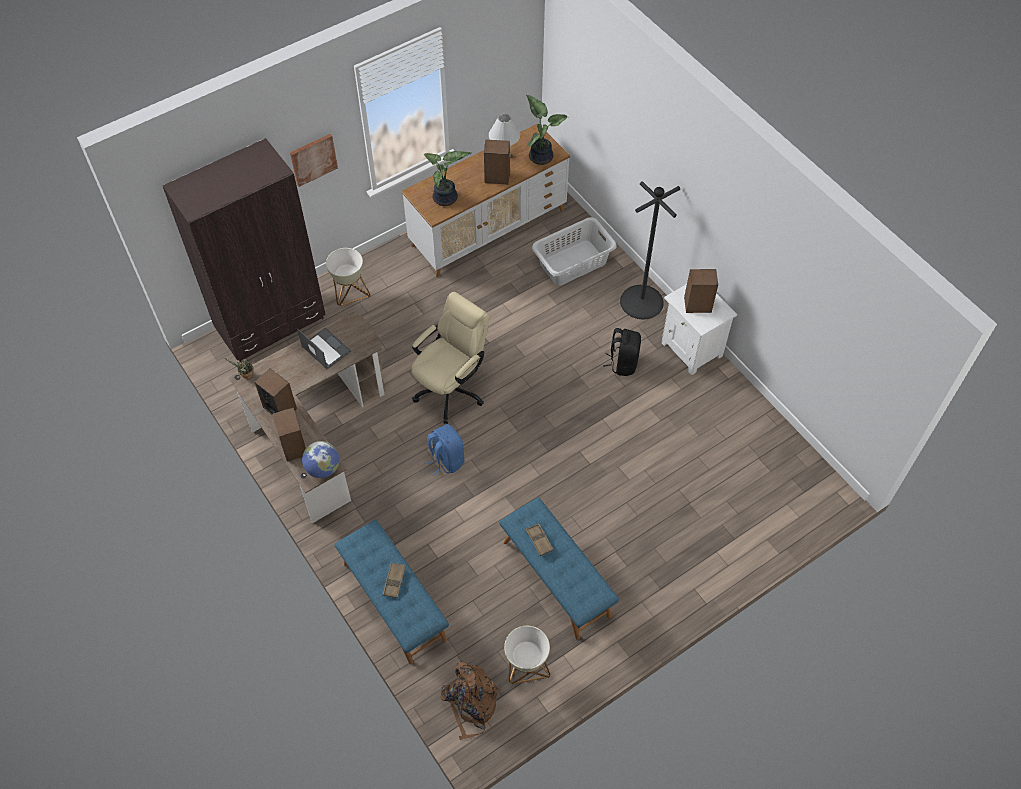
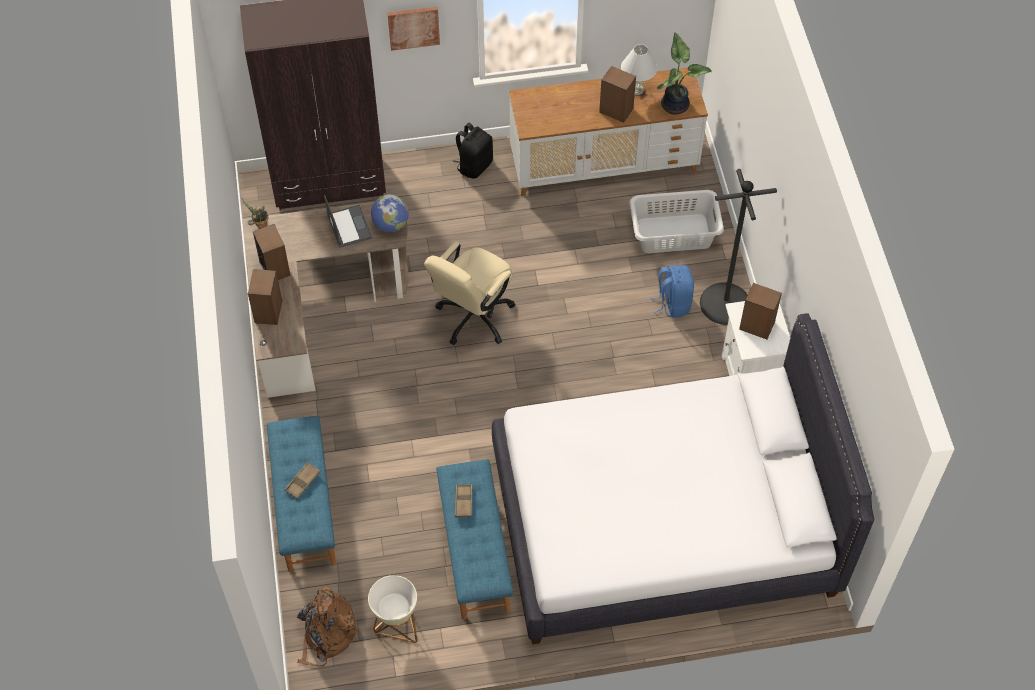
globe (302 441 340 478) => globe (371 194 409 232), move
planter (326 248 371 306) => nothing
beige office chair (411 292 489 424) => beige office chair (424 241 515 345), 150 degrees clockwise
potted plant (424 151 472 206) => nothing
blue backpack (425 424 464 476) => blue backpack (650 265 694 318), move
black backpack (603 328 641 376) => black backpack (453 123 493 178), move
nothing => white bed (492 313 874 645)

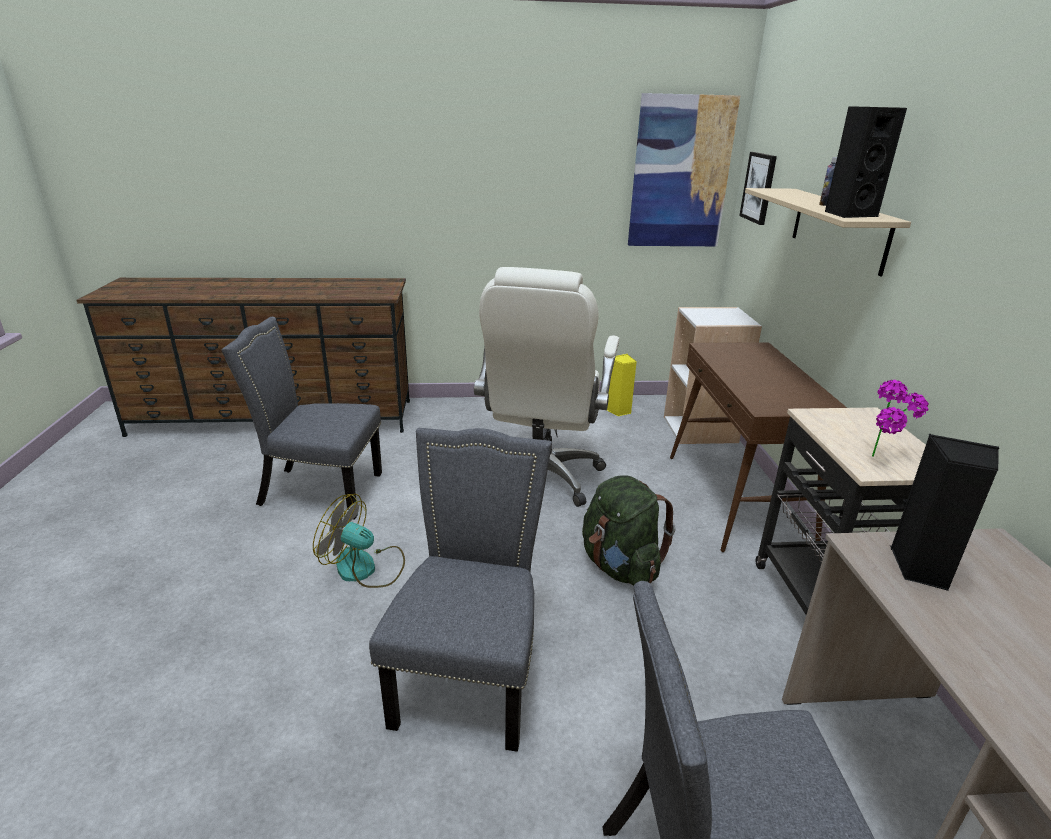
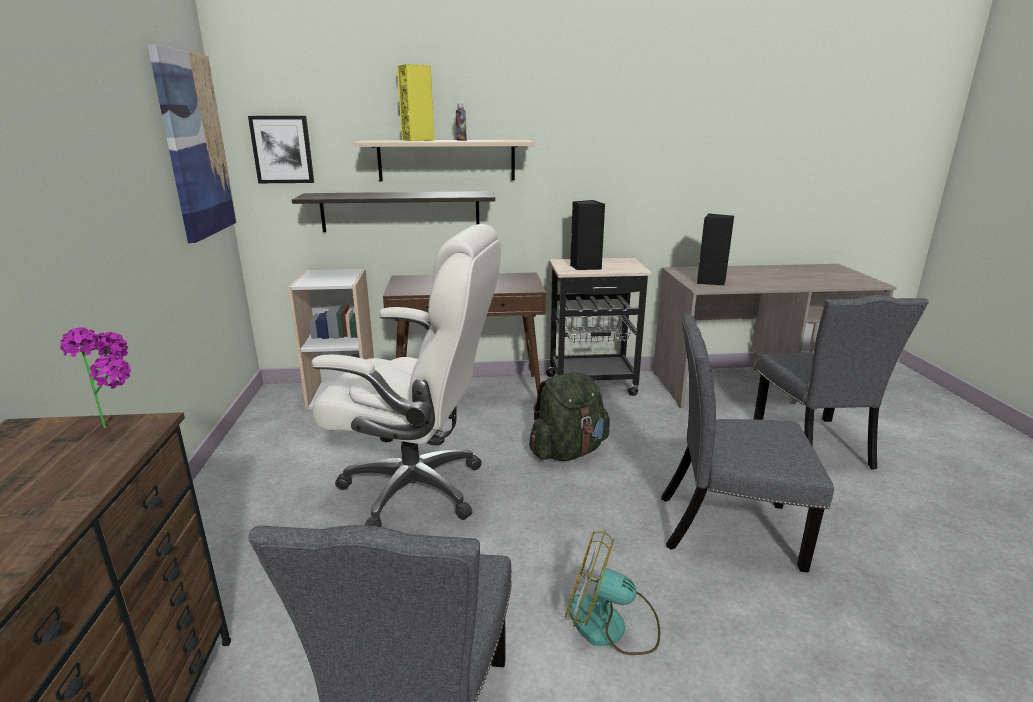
fan (313 494 405 588) => fan (565 530 660 655), 90 degrees clockwise
yellow speaker (607 353 637 417) => yellow speaker (397 64 435 141), move
black speaker (825 106 907 218) => black speaker (570 200 605 270), move
potted plant (872 380 929 457) => potted plant (60 327 131 428), move
nothing => shelf (292 191 495 232)

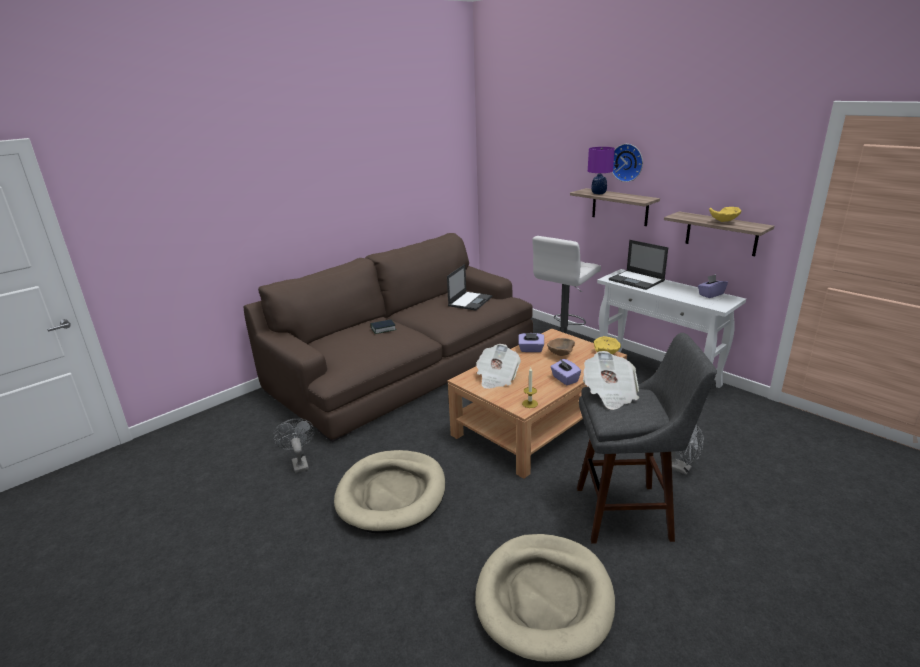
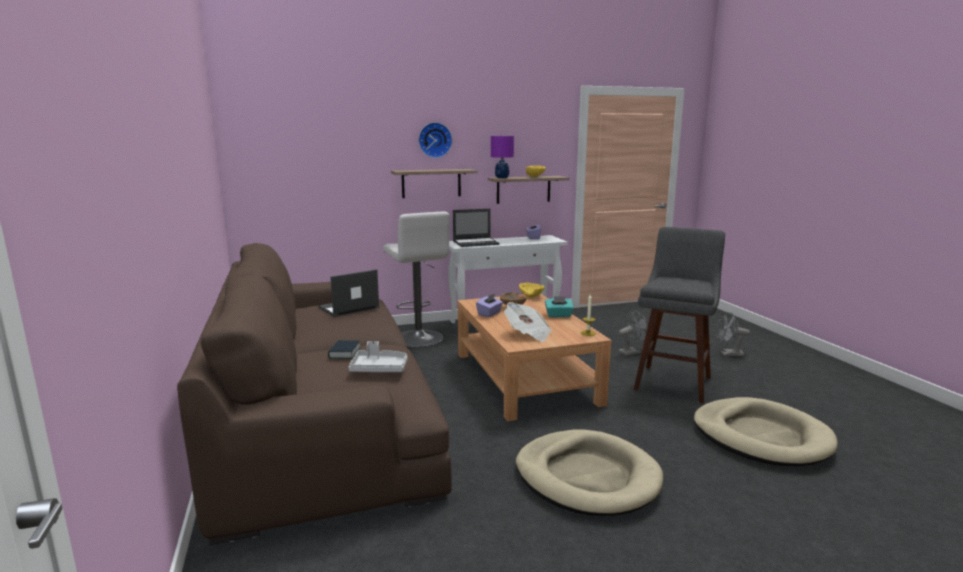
grey fan (273 418 314 473) => grey fan (716 312 750 356), move
laptop (447 264 492 311) => laptop (318 269 380 317), 90 degrees counterclockwise
purple tissue box (551 359 581 385) => turquoise tissue box (545 296 574 317)
newspaper (583 351 639 410) => nothing
purple table lamp (588 147 615 194) => purple table lamp (491 135 514 178), move
nothing => grey tray (349 341 407 372)

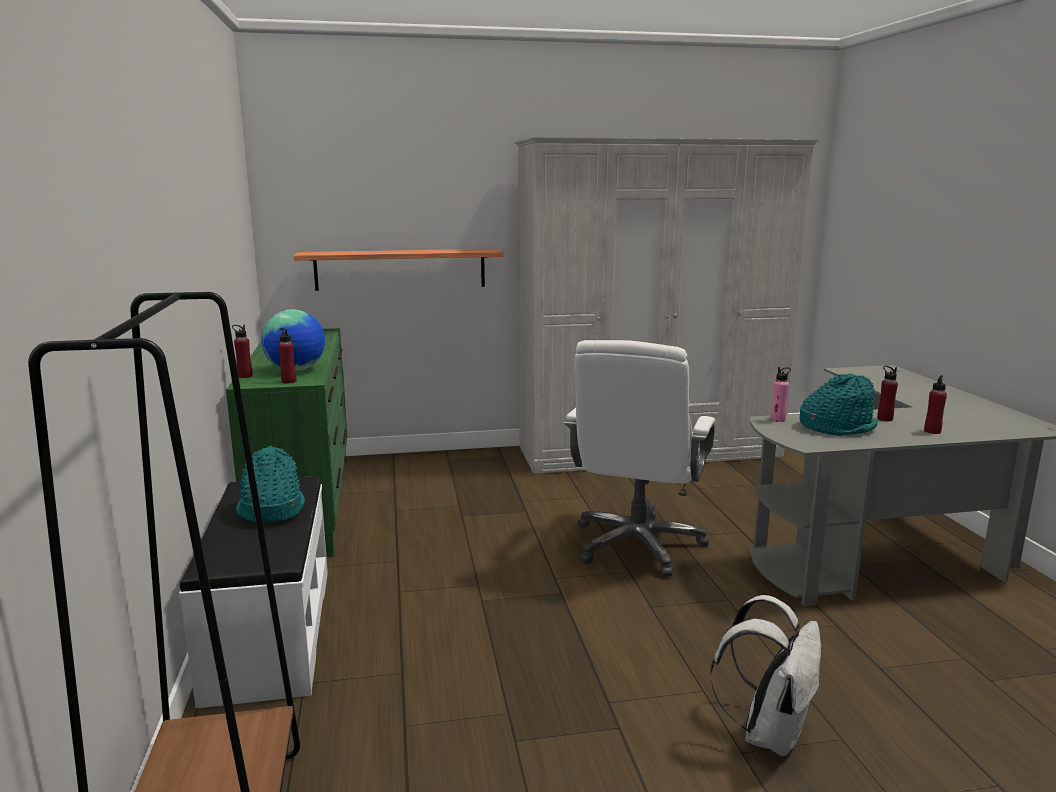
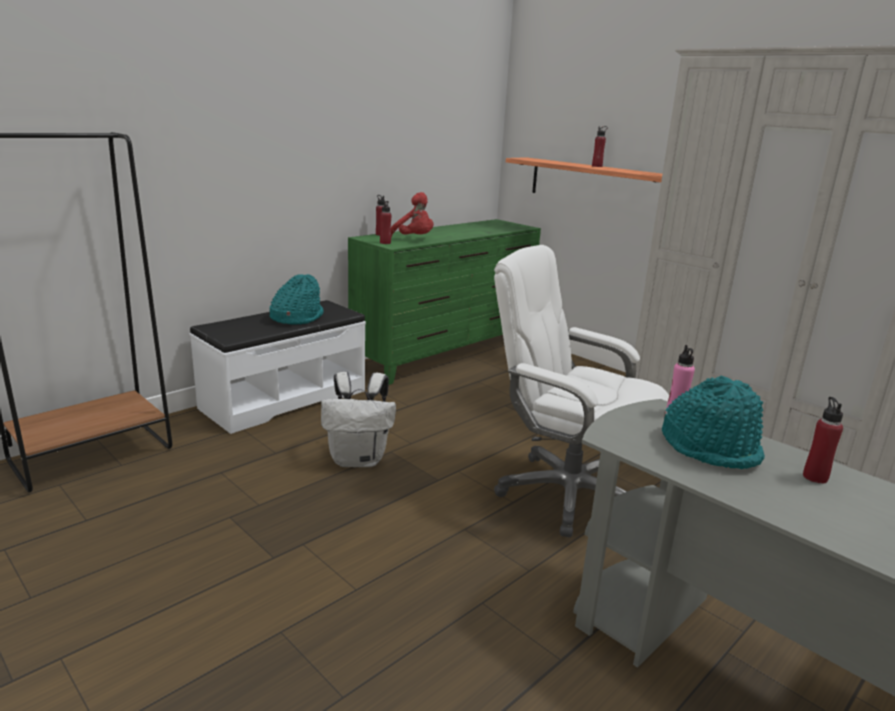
globe (261 309 325 371) => red plush toy (391 192 433 237)
white office chair (564 340 716 577) => white office chair (494 245 669 538), 45 degrees clockwise
white backpack (710 595 821 756) => white backpack (321 372 396 467), move
red bottle (924 375 947 434) => red bottle (592 126 608 167), move

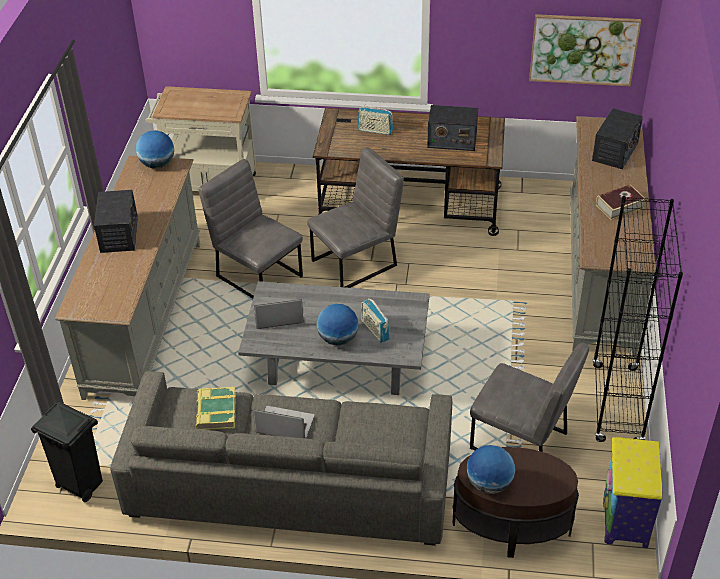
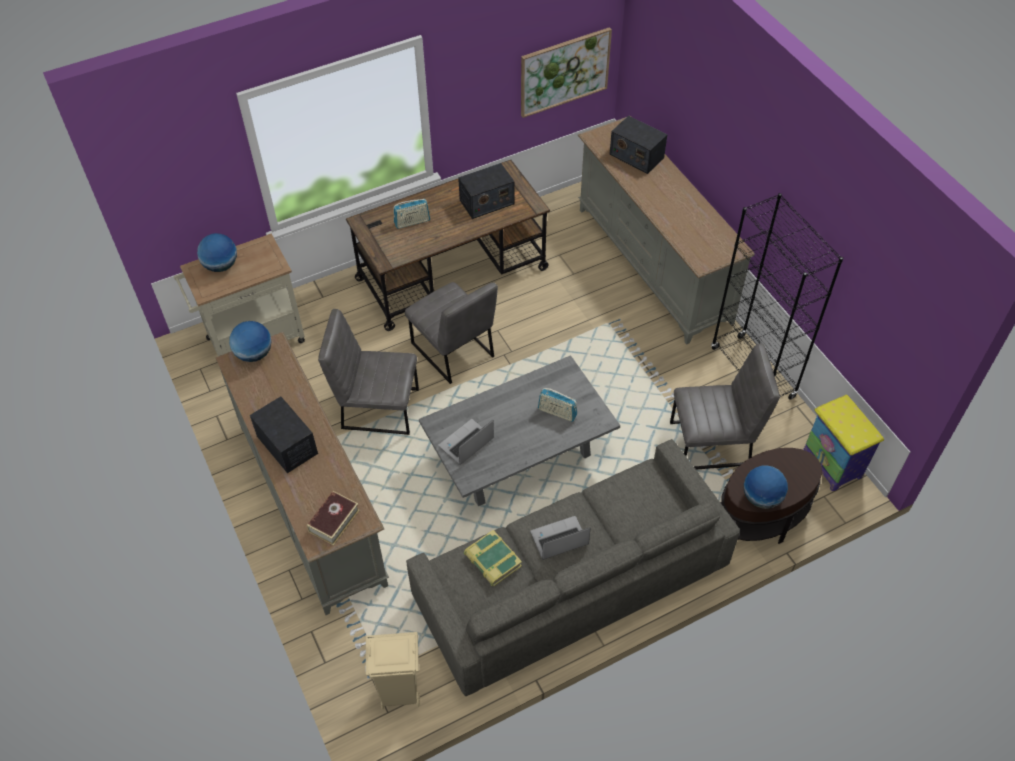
black trash can (31 402 103 502) => beige trash can (366 632 420 709)
grey chair (307 147 404 288) => grey chair (405 282 498 384), 120 degrees clockwise
globe (317 304 359 346) => globe (197 233 237 272), move
radio (592 109 643 169) => radio (609 116 667 174), 135 degrees clockwise
book (596 184 646 220) => book (307 491 360 545), move

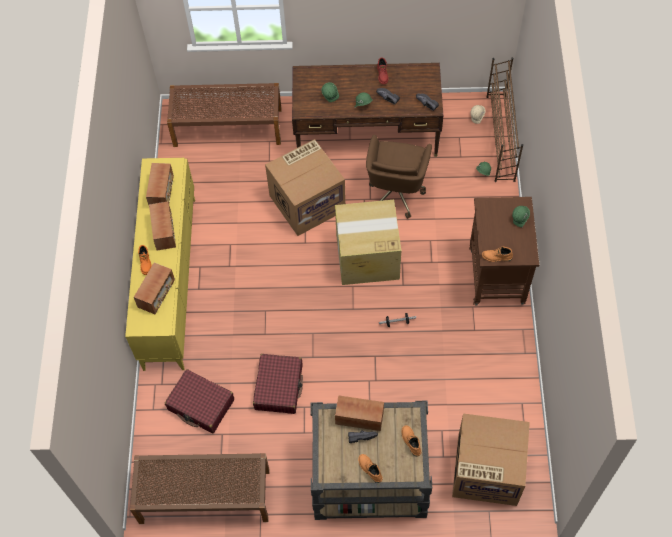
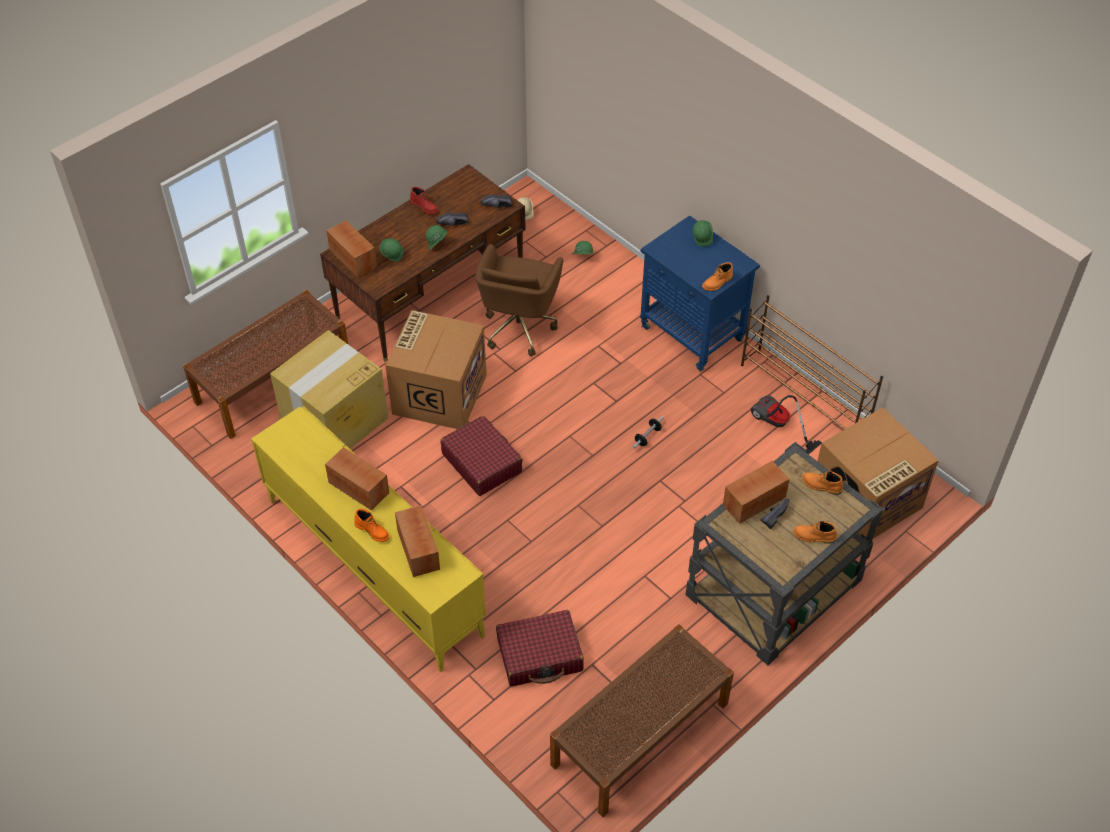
radio (146 163 174 205) => radio (326 220 377 278), move
red suitcase (253 354 303 414) => red suitcase (440 416 523 496), move
cardboard box (335 200 401 285) => cardboard box (270 330 389 449), move
brown office chair (366 135 432 219) => brown office chair (475 244 563 356), 45 degrees clockwise
brown cart (469 197 539 305) => blue cart (640 215 760 372)
brown shoe rack (486 57 523 182) => brown shoe rack (741 295 883 429), move
nothing => vacuum cleaner (751 395 822 455)

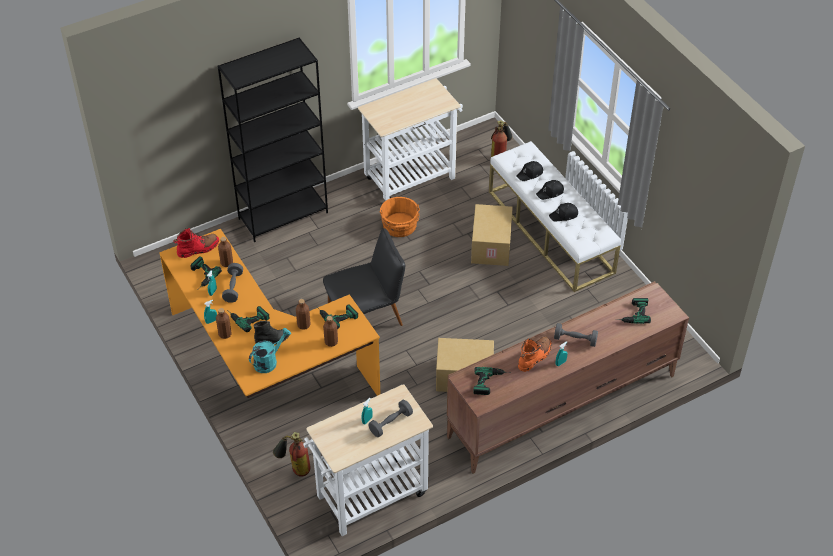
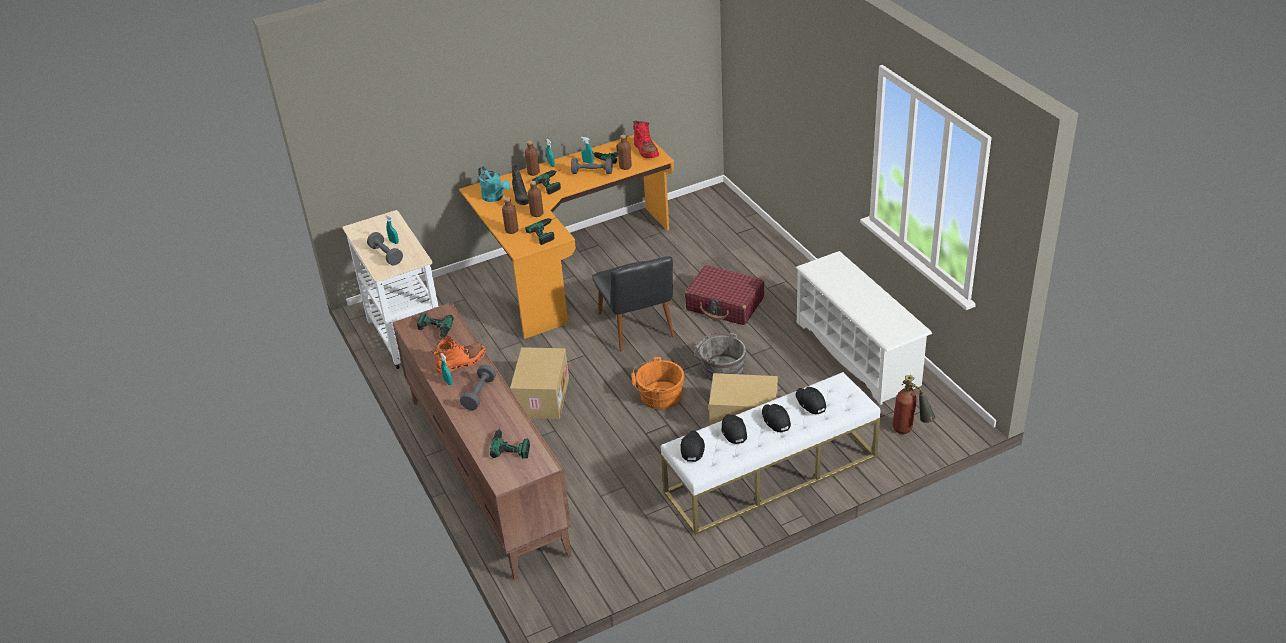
black bookcase (218 38 328 242) => nothing
fire extinguisher (273 432 311 477) => nothing
white cart (358 78 463 201) => white shoe rack (796 251 932 405)
orange bucket (380 197 420 237) => orange bucket (631 357 684 409), move
orange boot (518 337 552 372) => orange boot (431 336 486 374), 75 degrees counterclockwise
nothing => black cap (680 430 705 462)
nothing => red suitcase (685 265 764 325)
nothing => grey bucket (694 332 747 381)

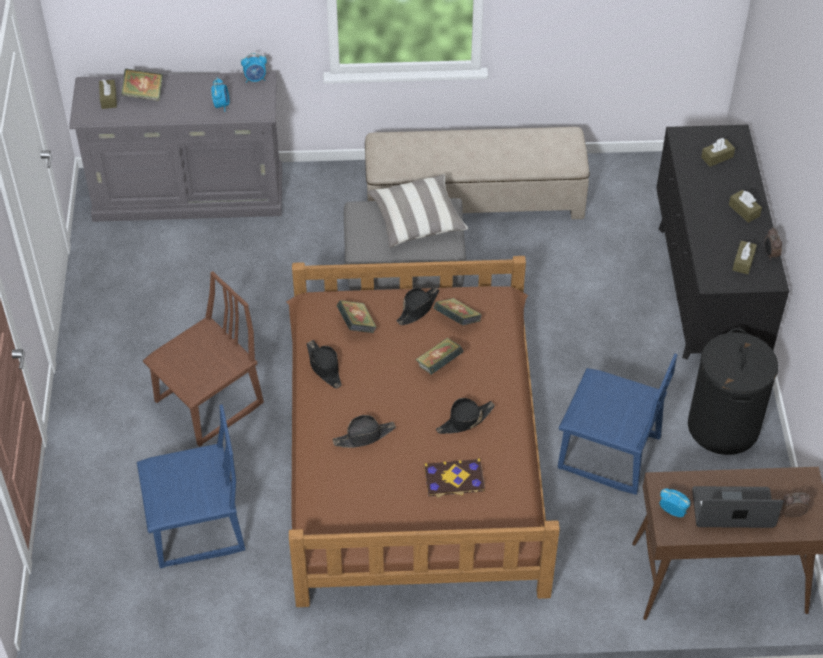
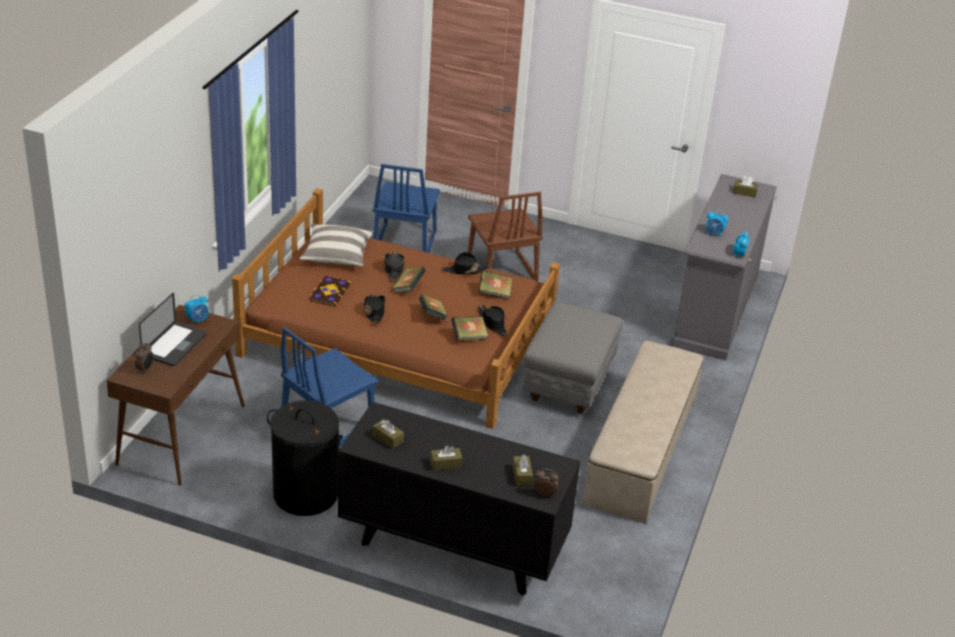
book (121 68 163 101) => book (393 267 426 293), move
pillow (367 174 468 247) => pillow (300 224 374 266), move
alarm clock (765 227 782 260) => alarm clock (534 469 559 496), move

